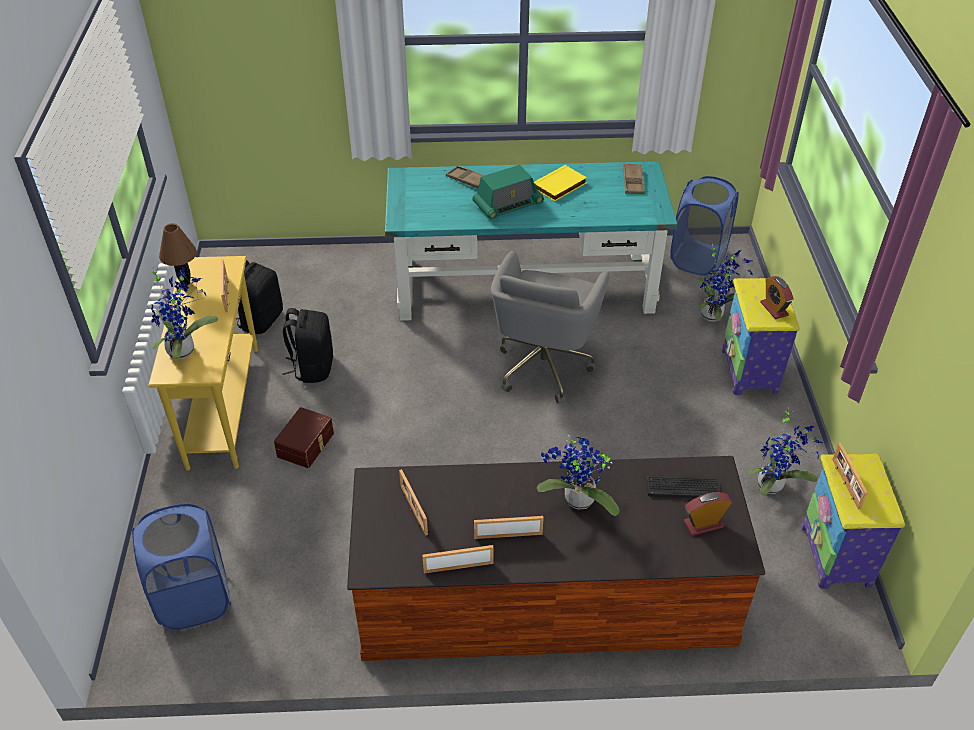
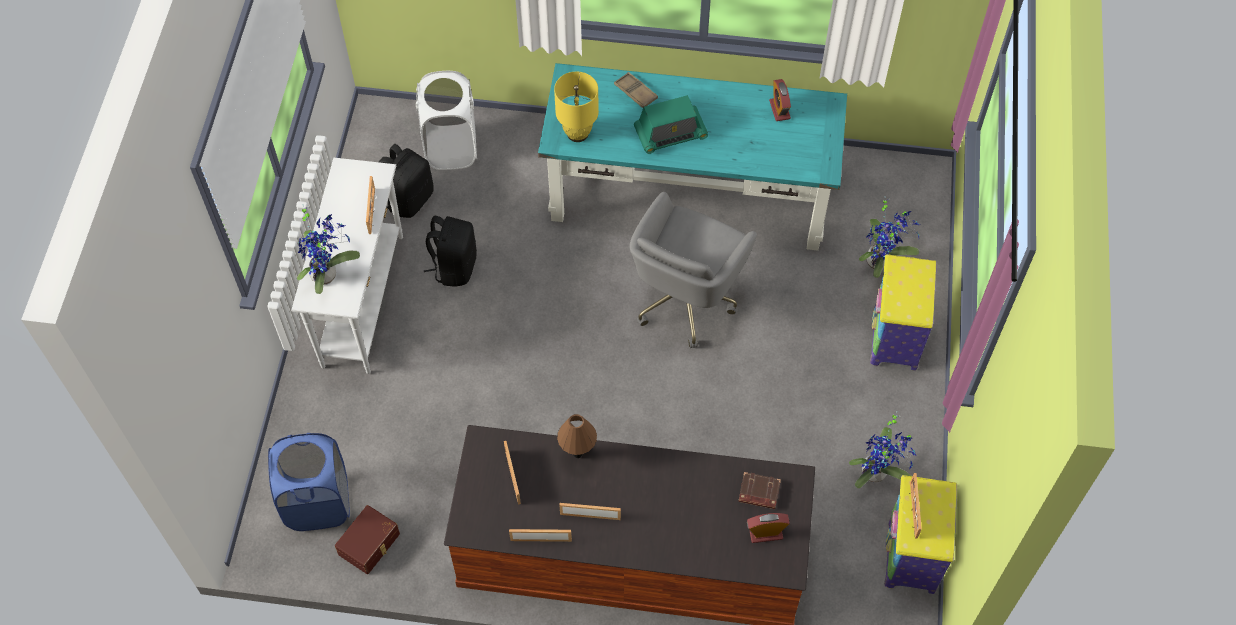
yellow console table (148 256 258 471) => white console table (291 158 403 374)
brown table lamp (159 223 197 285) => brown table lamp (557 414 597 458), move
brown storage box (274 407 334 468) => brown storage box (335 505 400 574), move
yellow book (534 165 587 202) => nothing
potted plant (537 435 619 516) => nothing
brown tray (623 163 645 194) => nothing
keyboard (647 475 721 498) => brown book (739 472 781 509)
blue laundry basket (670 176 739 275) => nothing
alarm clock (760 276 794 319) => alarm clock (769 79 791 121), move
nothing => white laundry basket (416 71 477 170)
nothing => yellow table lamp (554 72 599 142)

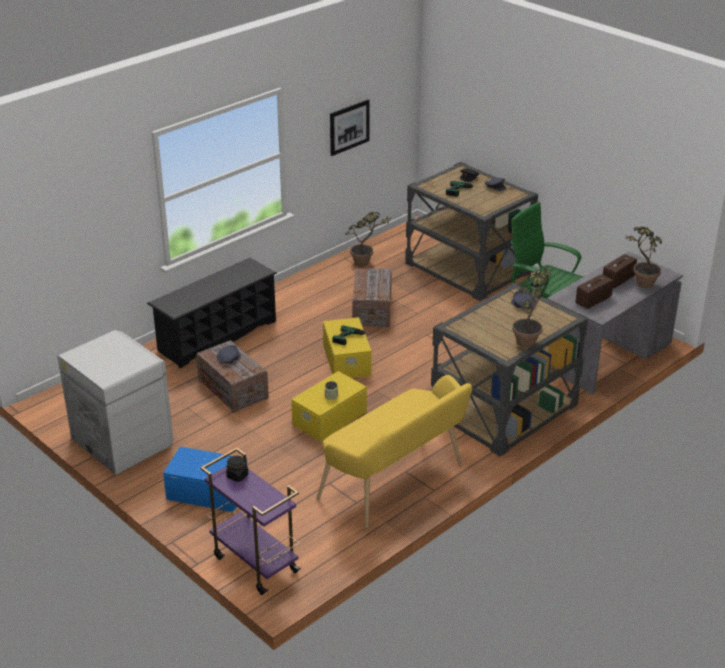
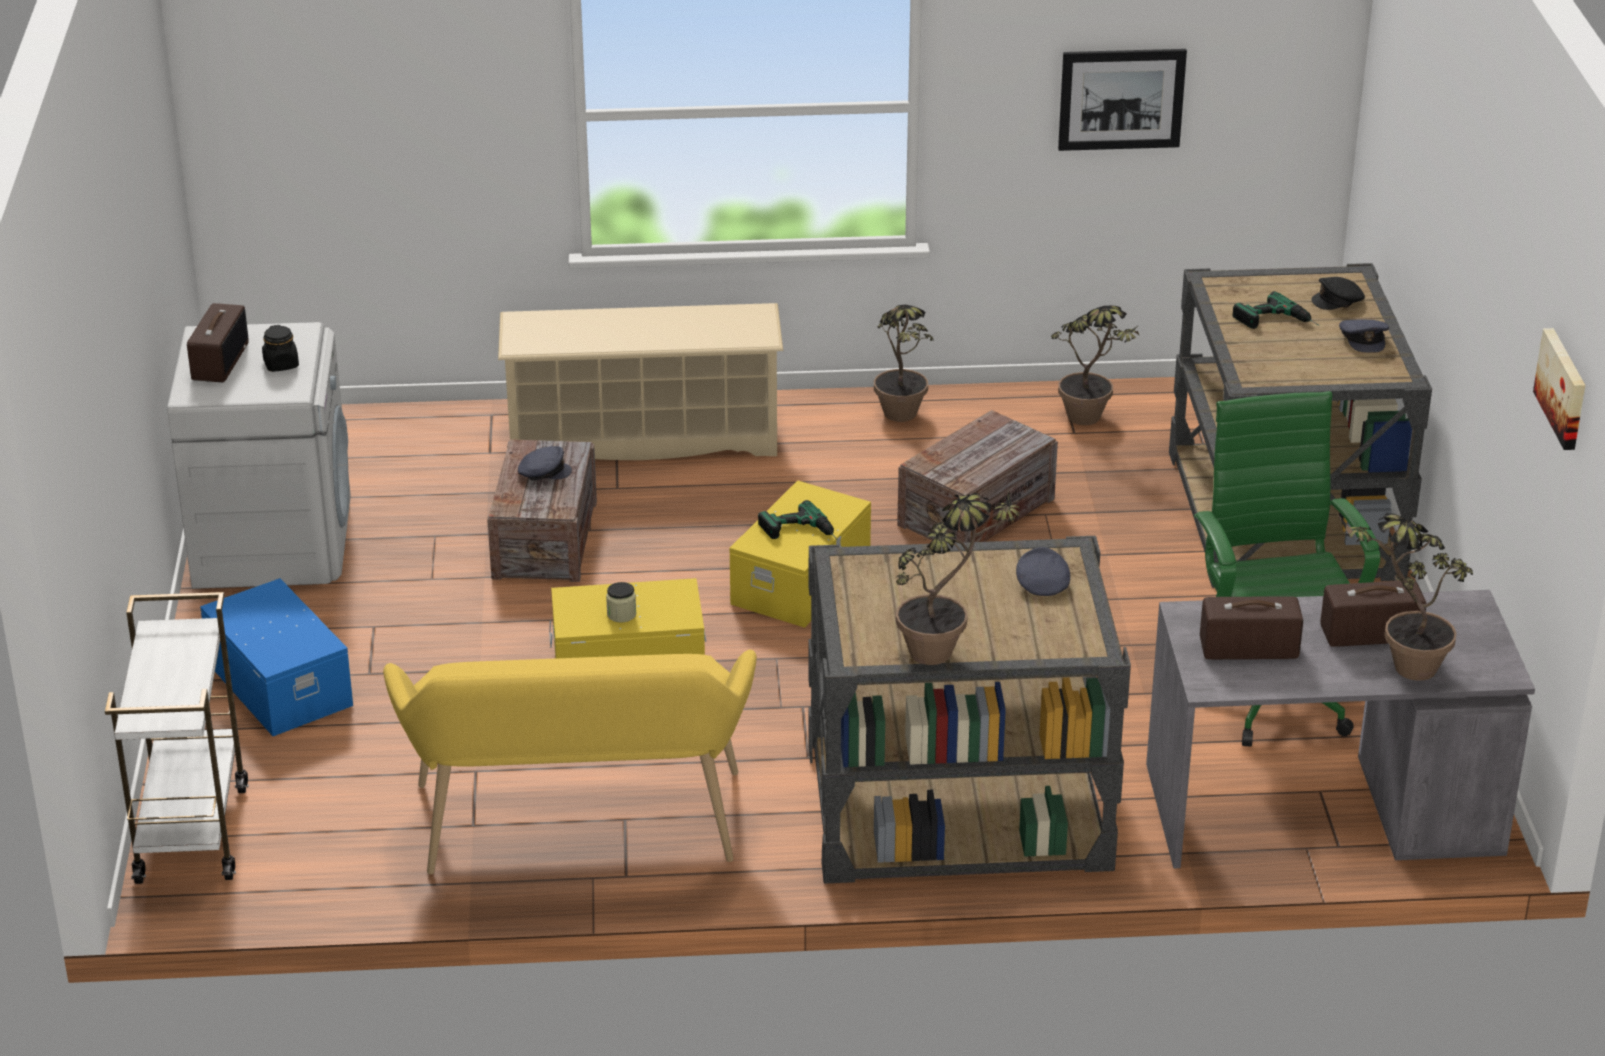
black shoe rack (147 258 277 368) => beige shoe rack (498 303 783 460)
purple cart (201 448 301 595) => white cart (105 592 249 884)
black jar (226 456 248 482) => black jar (262 325 299 372), move
nothing => radio (187 303 249 382)
nothing => potted plant (874 305 934 422)
nothing => picture (1533 328 1586 450)

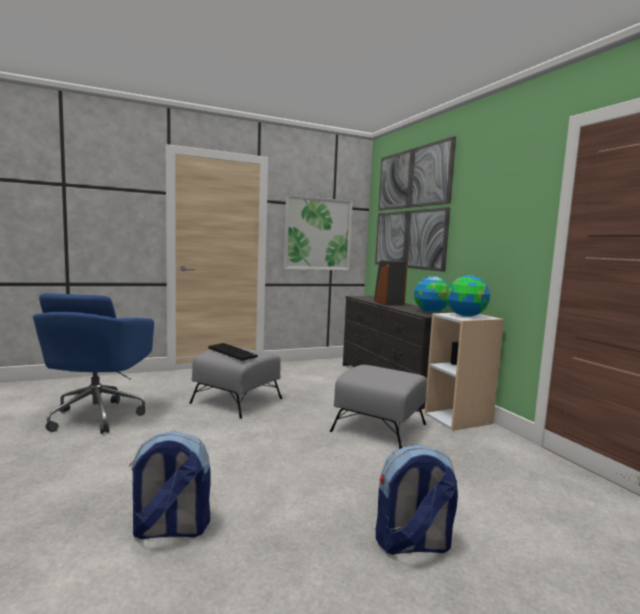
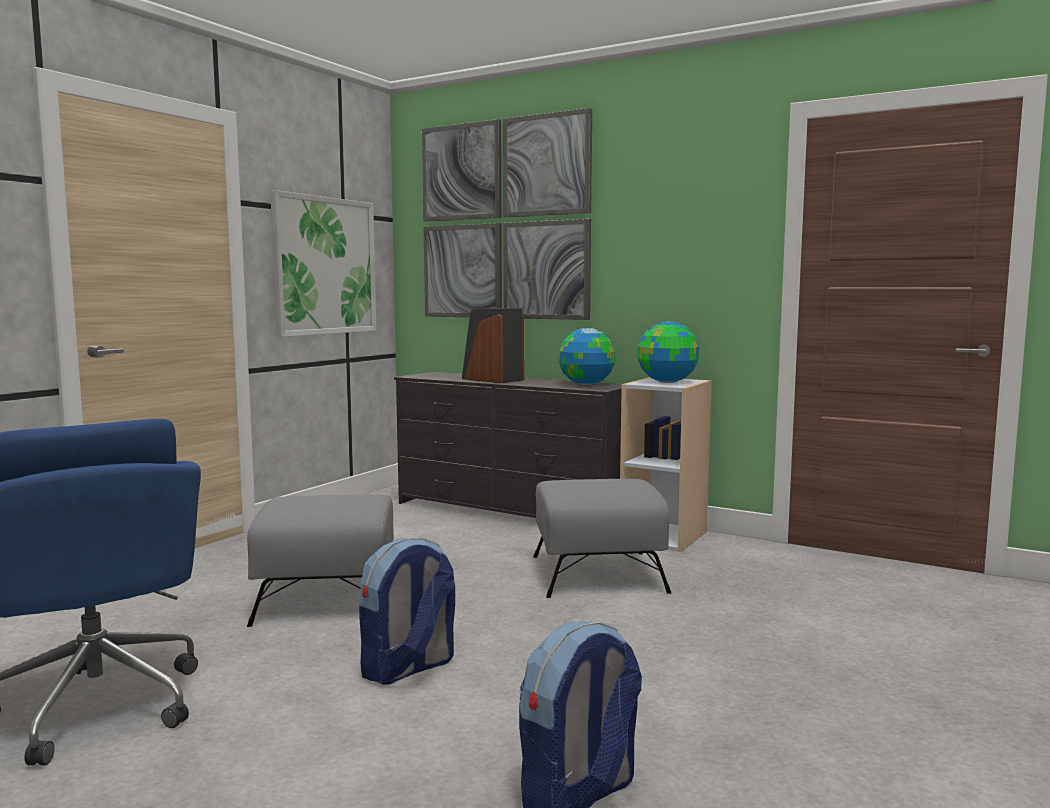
keyboard (208 343 258 361) => nothing
backpack (376 445 458 555) => backpack (359 538 455 685), move

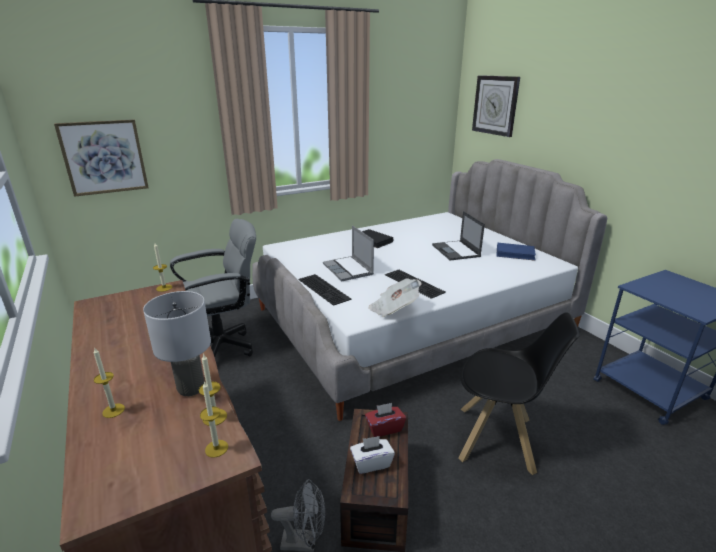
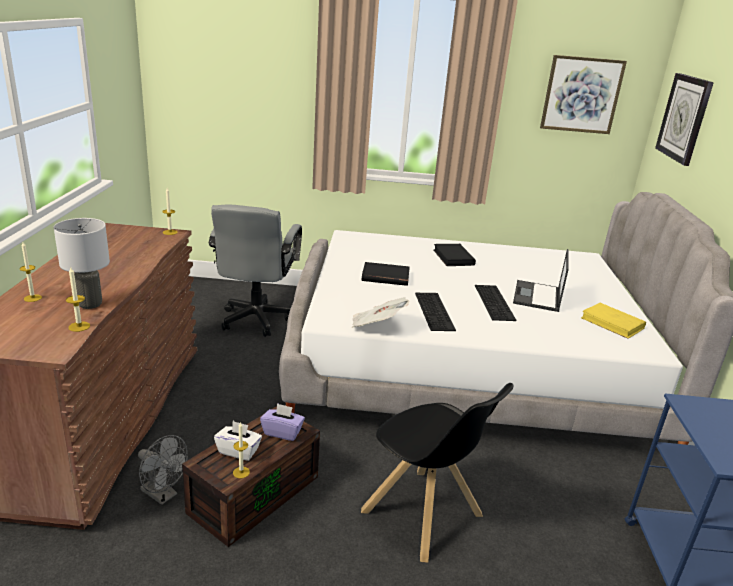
picture (54 119 149 197) => picture (540 55 627 134), move
grey office chair (170 219 256 357) => grey office chair (209 205 302 337), 90 degrees clockwise
candle (200 381 228 458) => candle (233 422 250 478), move
keyboard (299 274 351 306) => keyboard (475 285 516 321), move
laptop (323 225 374 281) => black book (362 262 410 286)
red tissue box (365 403 406 437) => purple tissue box (260 403 305 441)
blue book (496 243 536 261) => yellow book (581 303 646 339)

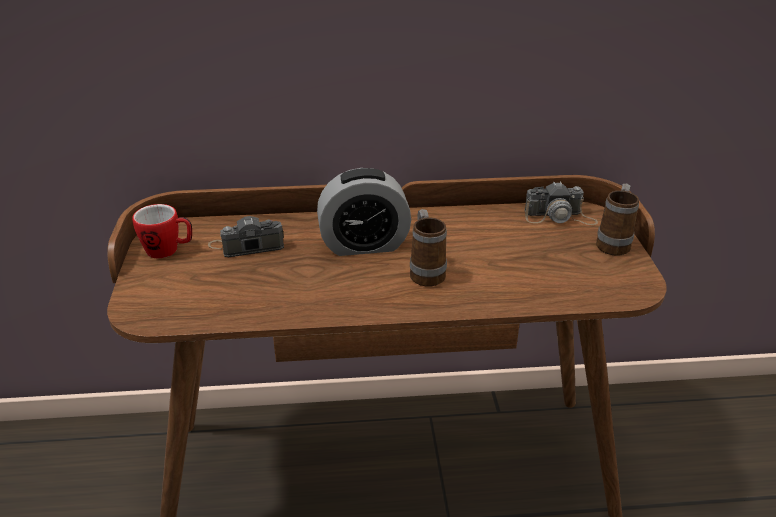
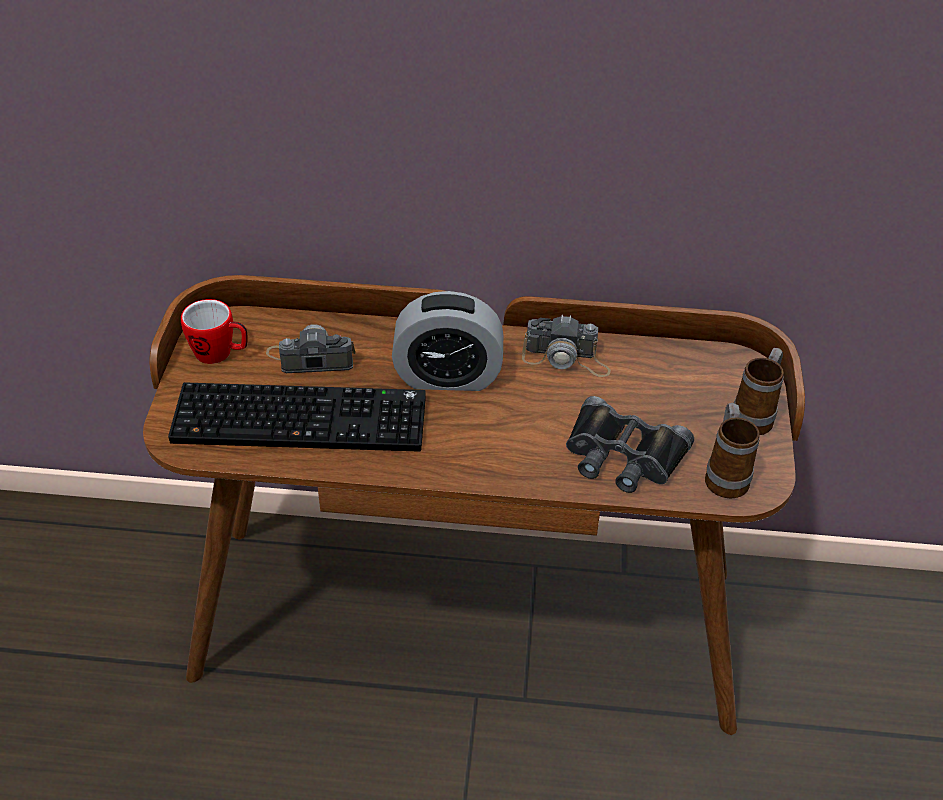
mug (410 209 447 287) => mug (705 402 760 499), move
photo camera (524 182 598 225) => photo camera (522 315 611 377), move
nothing => keyboard (168 382 426 452)
nothing => black binoculars (566 396 694 493)

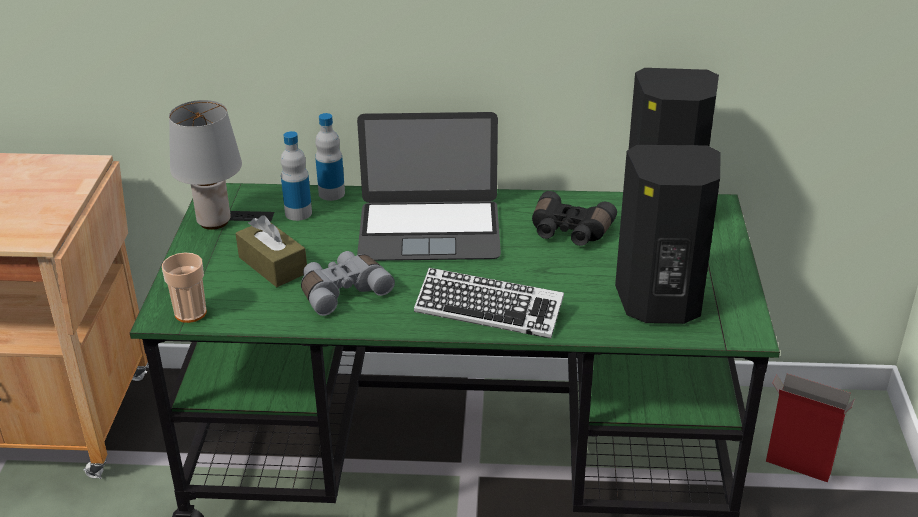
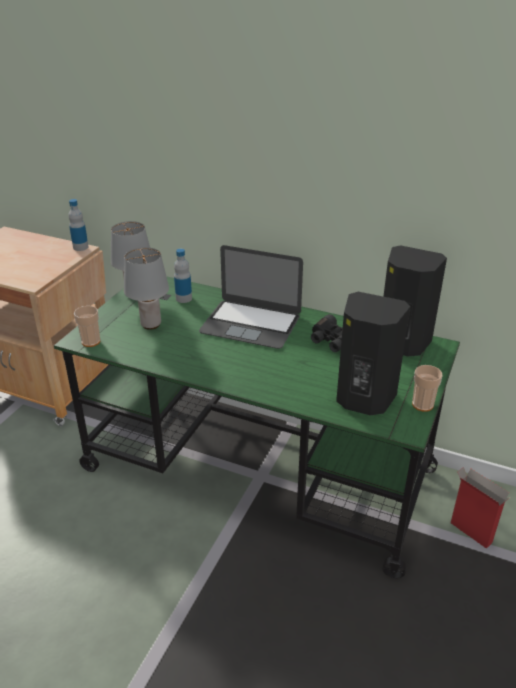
brown tissue box (236 215 307 287) => grey table lamp (124 247 169 330)
grey binoculars (301 251 395 316) => nothing
bottle (315 113 345 201) => bottle (68 199 89 251), move
keyboard (414 268 564 339) => nothing
nothing => cup (412 365 442 412)

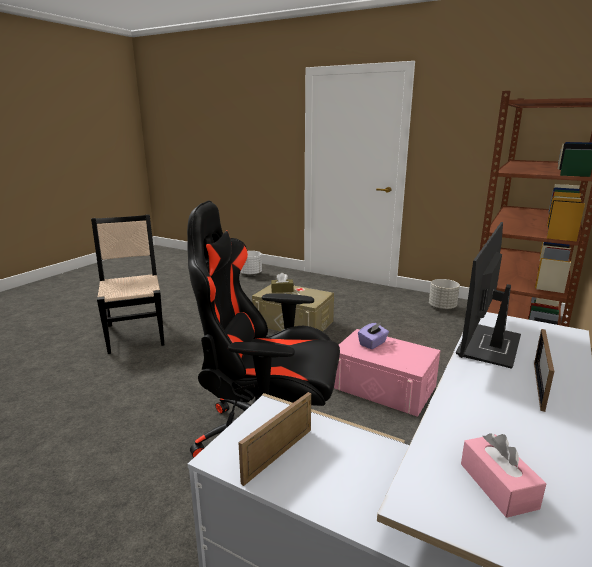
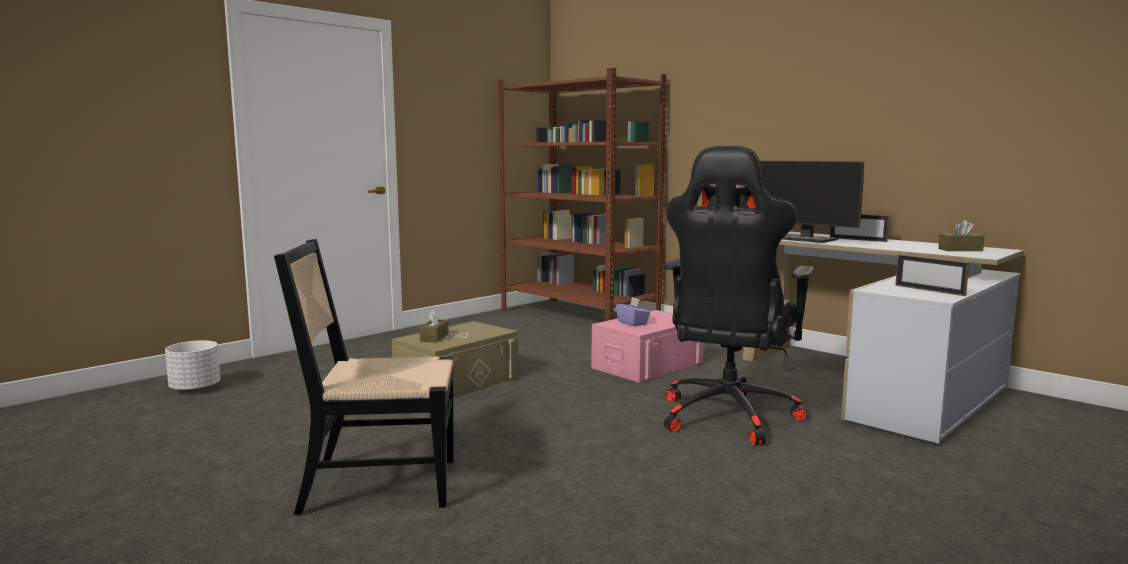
grey planter (429 279 460 310) => nothing
pink tissue box (461 433 546 518) => brown tissue box (938 220 985 251)

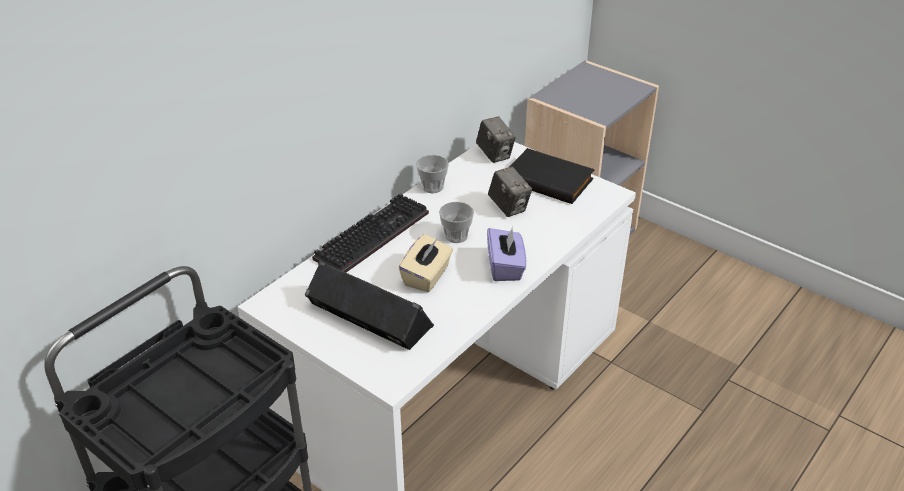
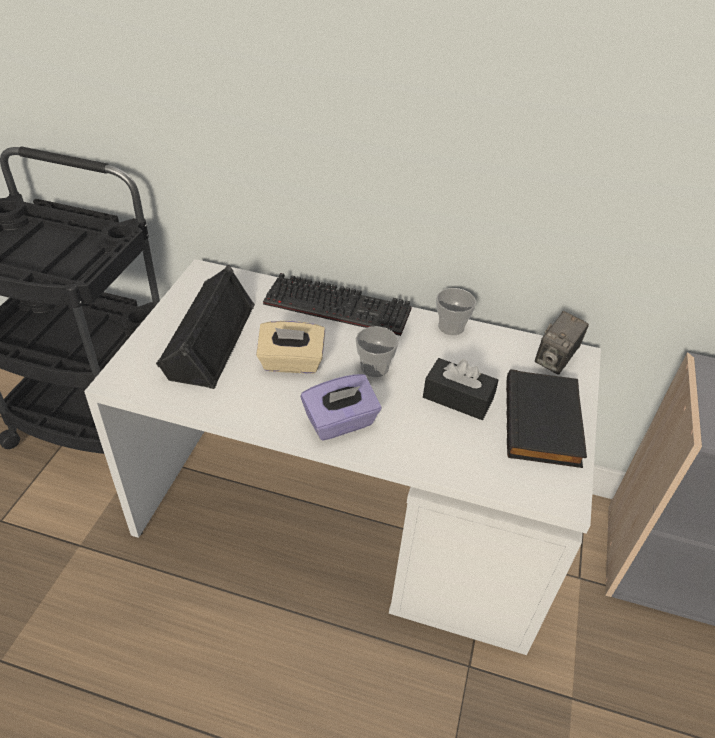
photo camera (488 166 532 217) => black tissue box (423 358 498 420)

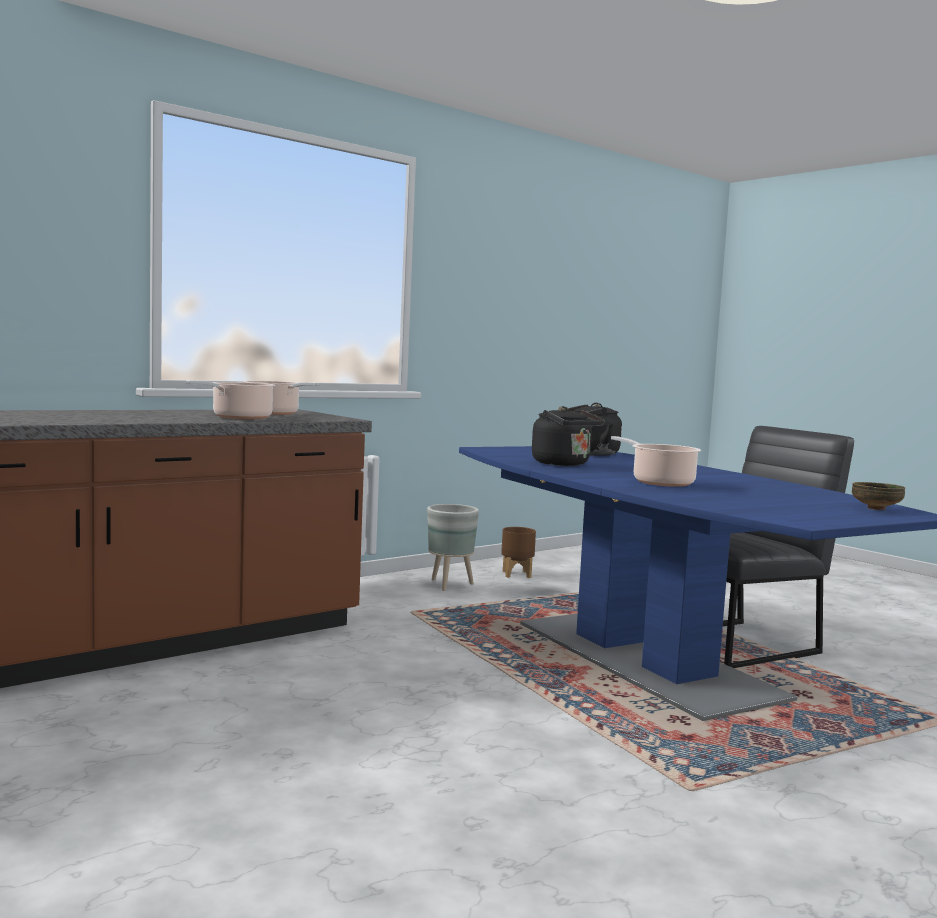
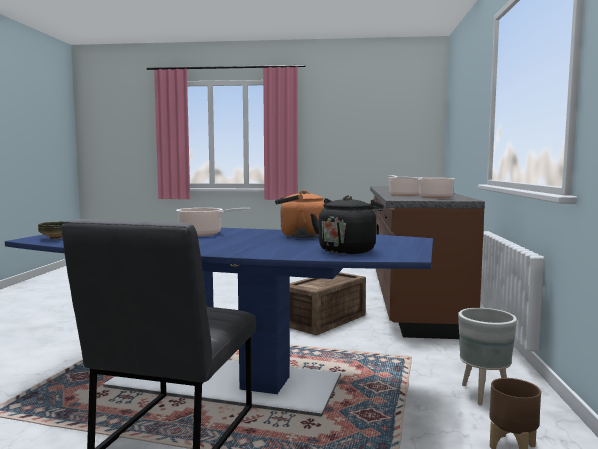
black kettle (532 406 604 466) => orange kettle (275 190 325 238)
nothing => crate (289 272 366 335)

